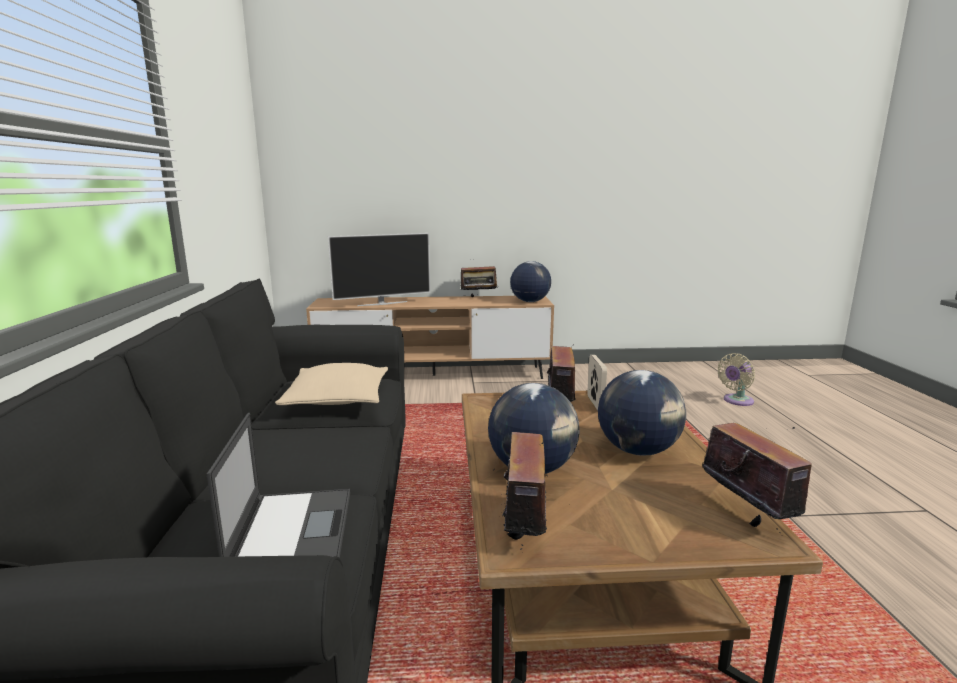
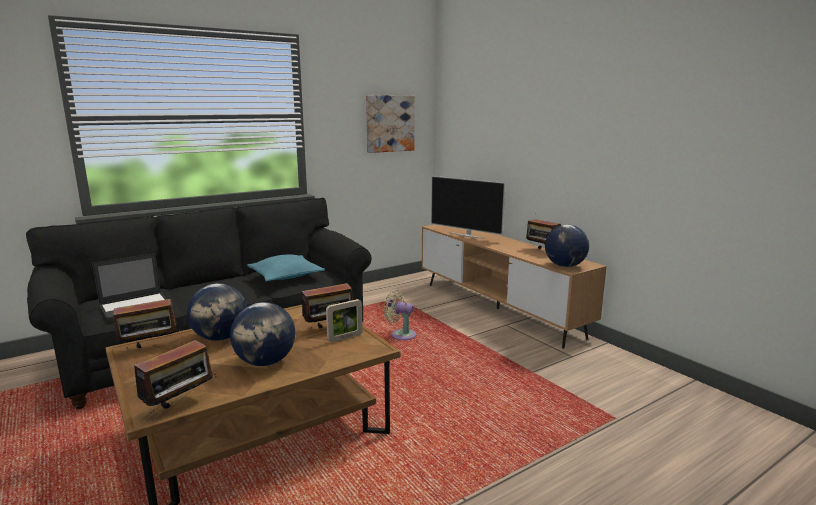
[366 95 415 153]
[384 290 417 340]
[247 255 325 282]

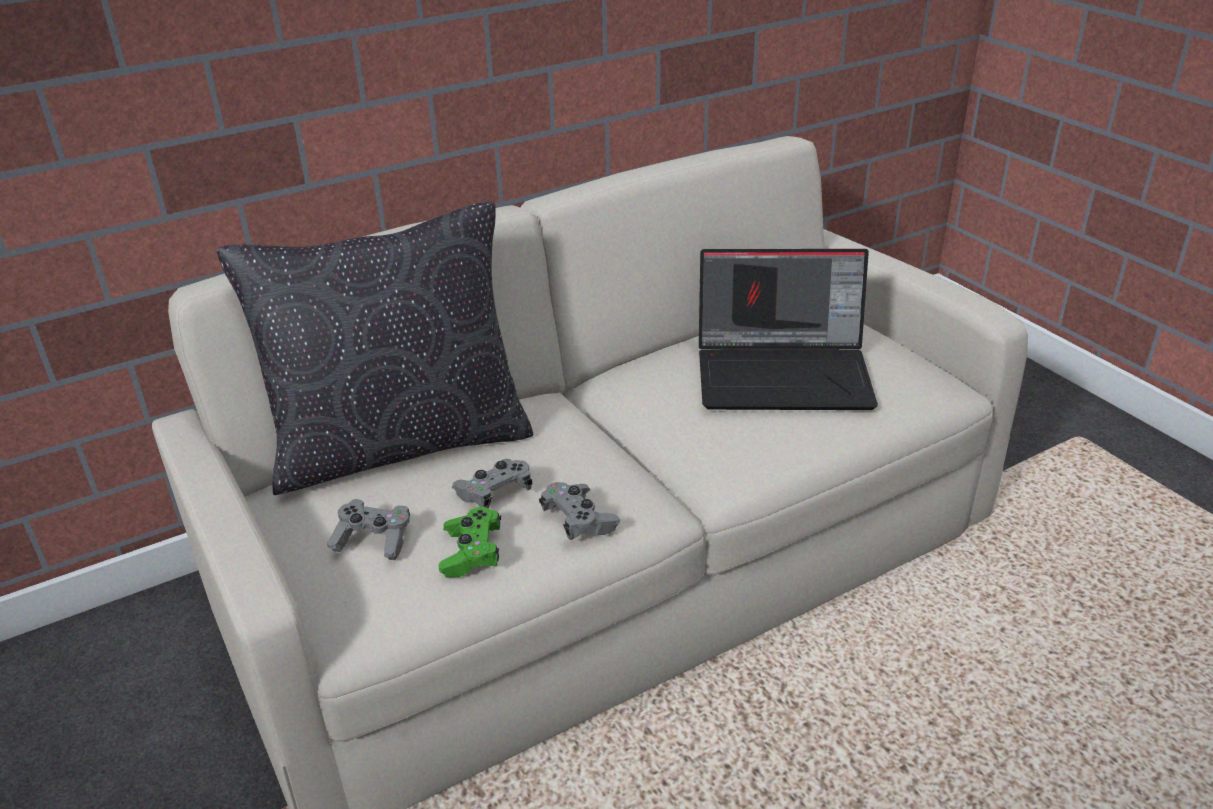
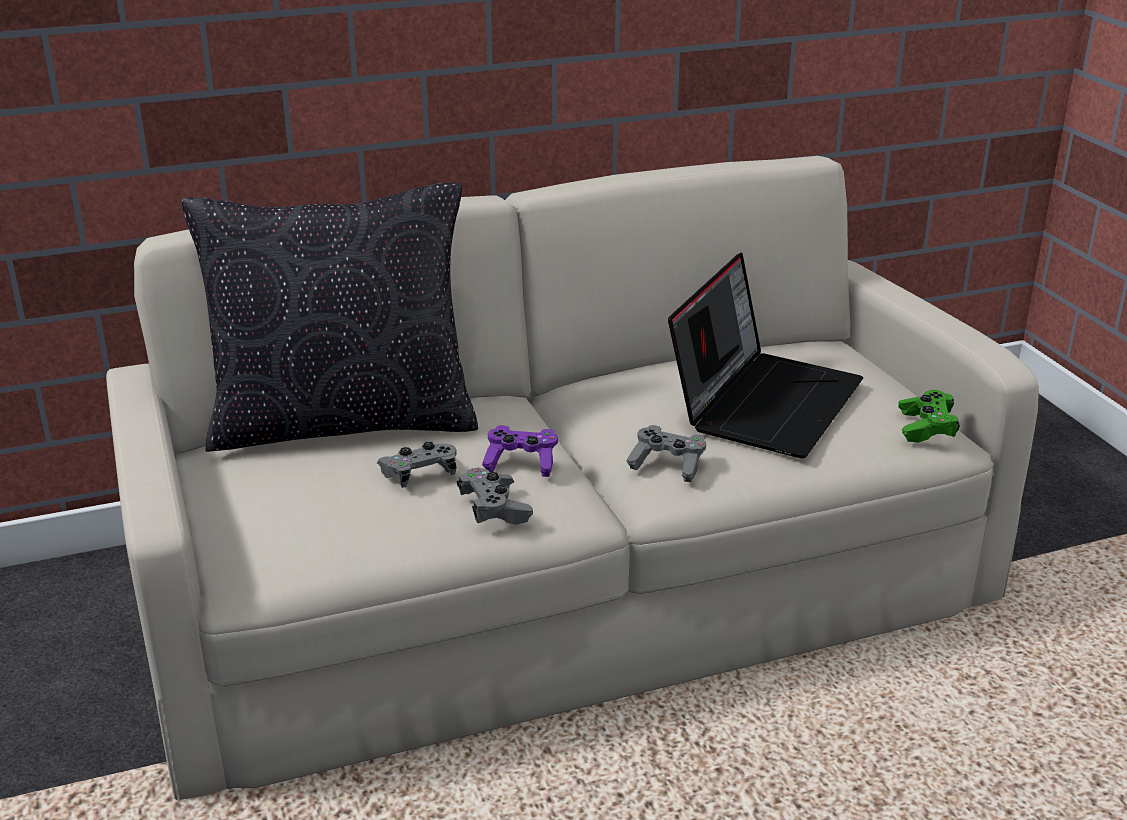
[482 425 558 477]
[626 425 706 483]
[898 390 960 443]
[668 252 863 458]

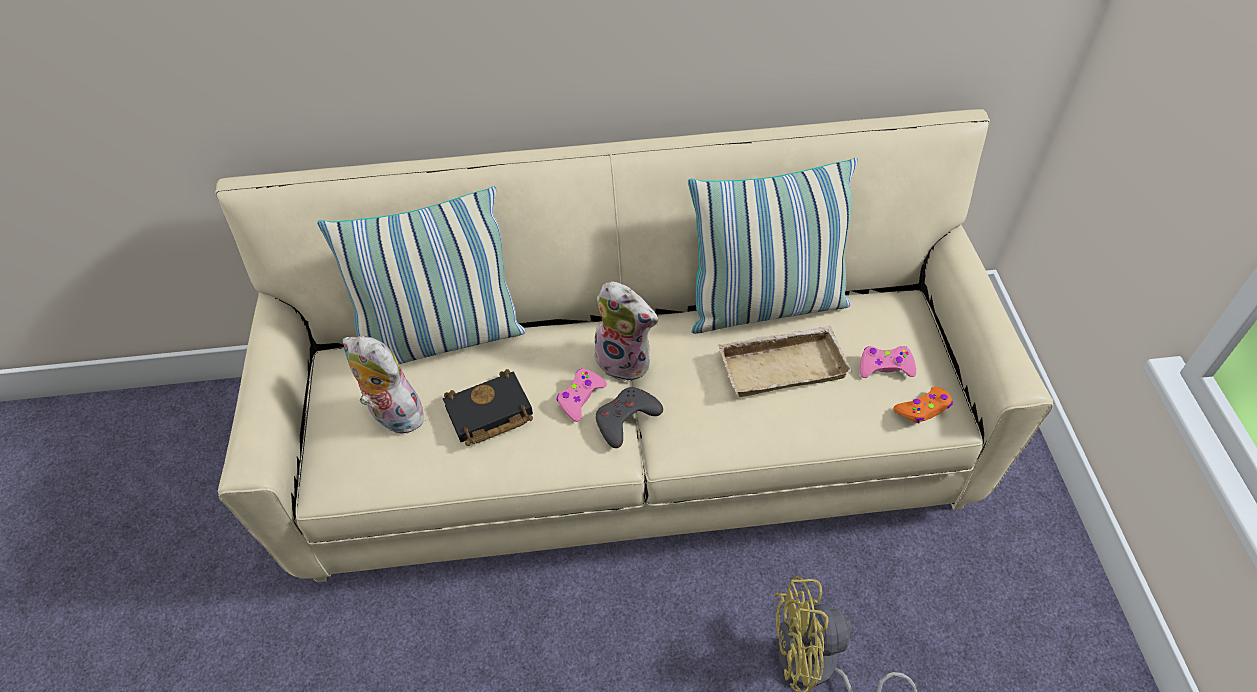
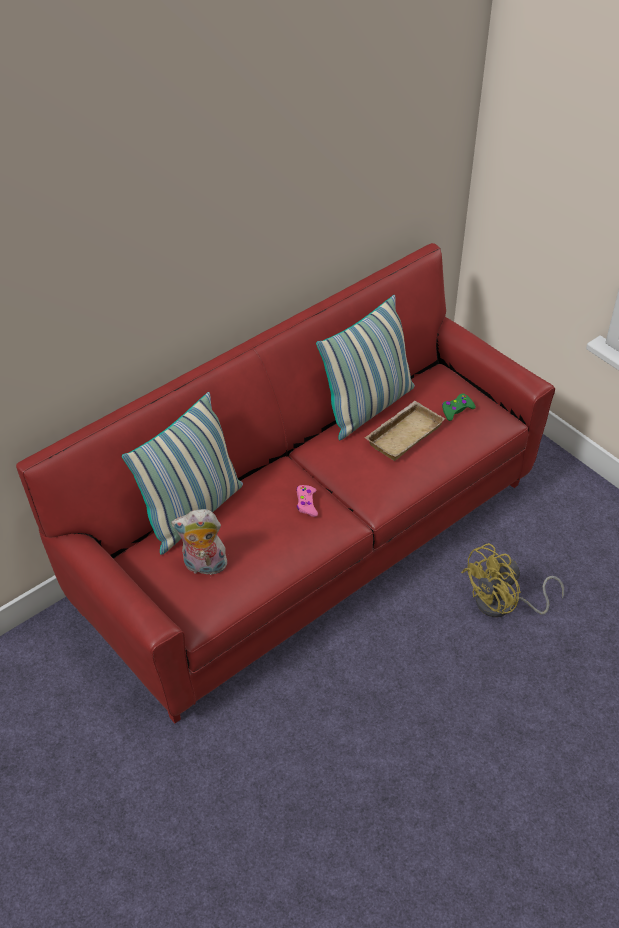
[443 369 533 446] (first image)
[592 281 658 382] (first image)
[596 387 663 448] (first image)
[893 387 953 423] (first image)
[16 243 555 723]
[442 393 476 421]

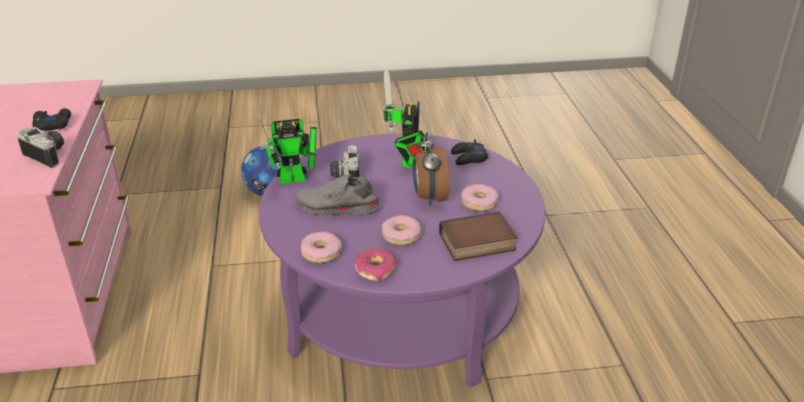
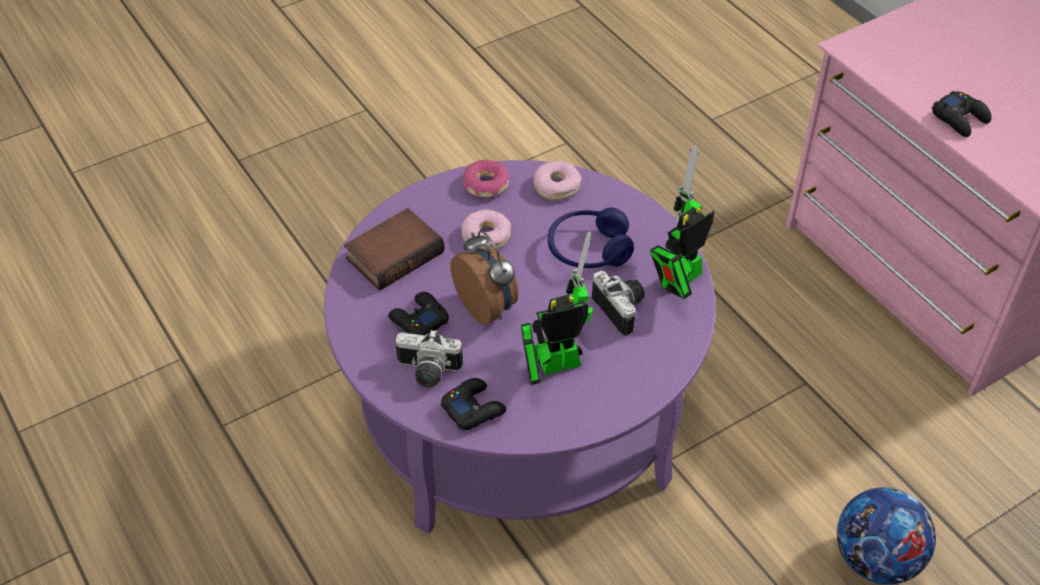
[396 329 463 388]
[548 207 634 268]
[388 292 449 335]
[521 231 593 385]

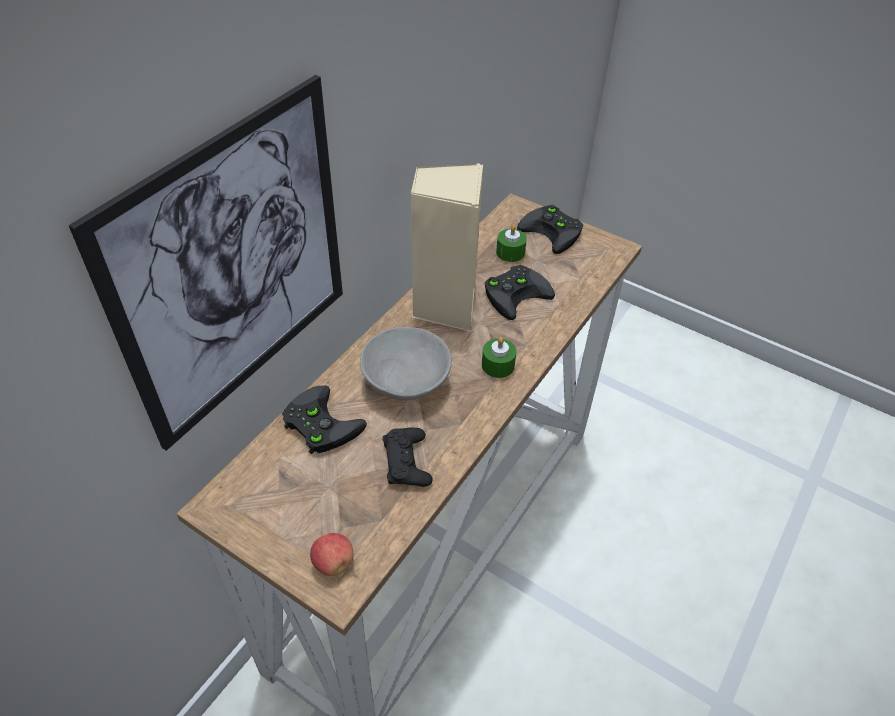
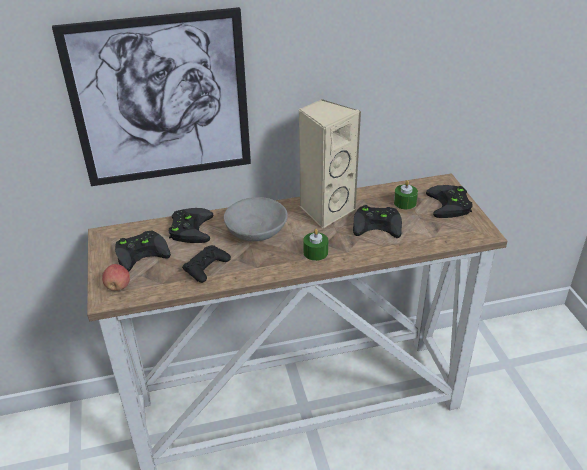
[115 230 171 272]

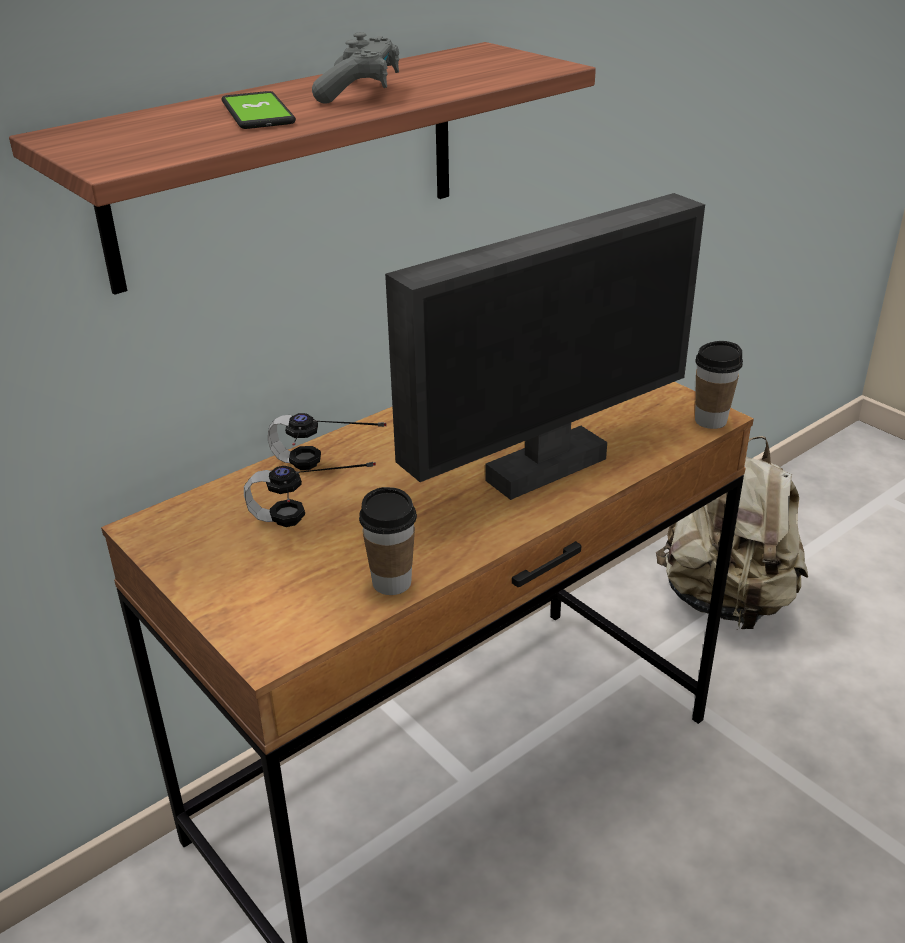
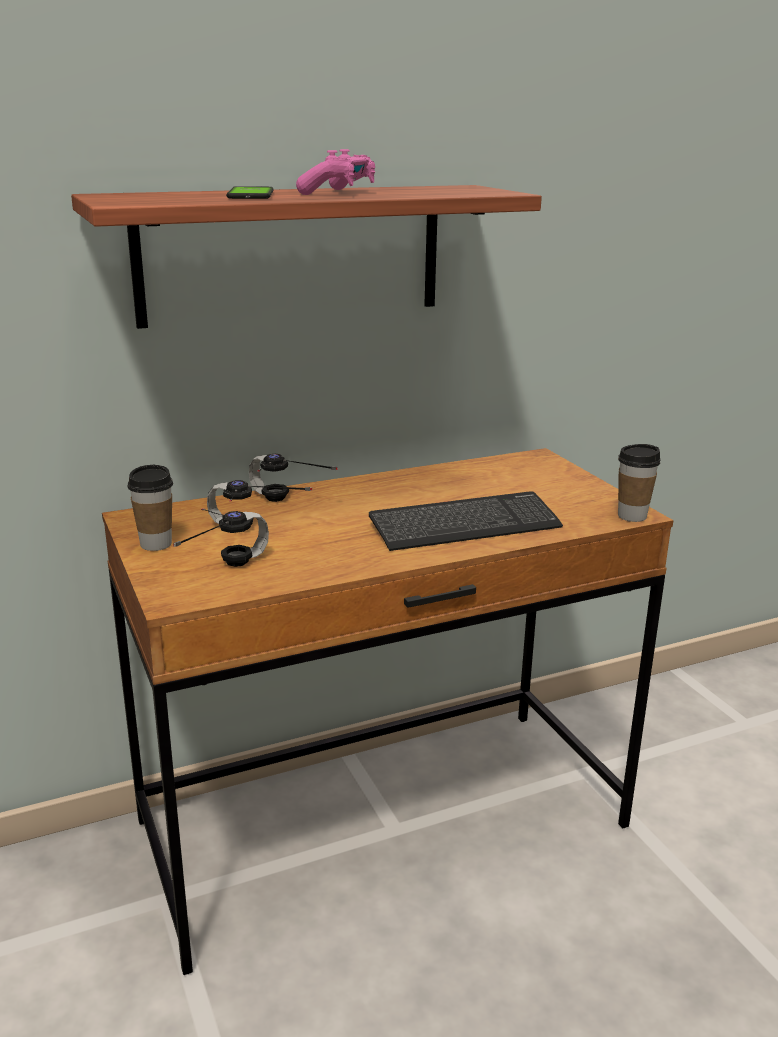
[656 436 808 630] (first image)
[173 508 269 567]
[127 465 173 551]
[369 491 563 551]
[296 149 375 195]

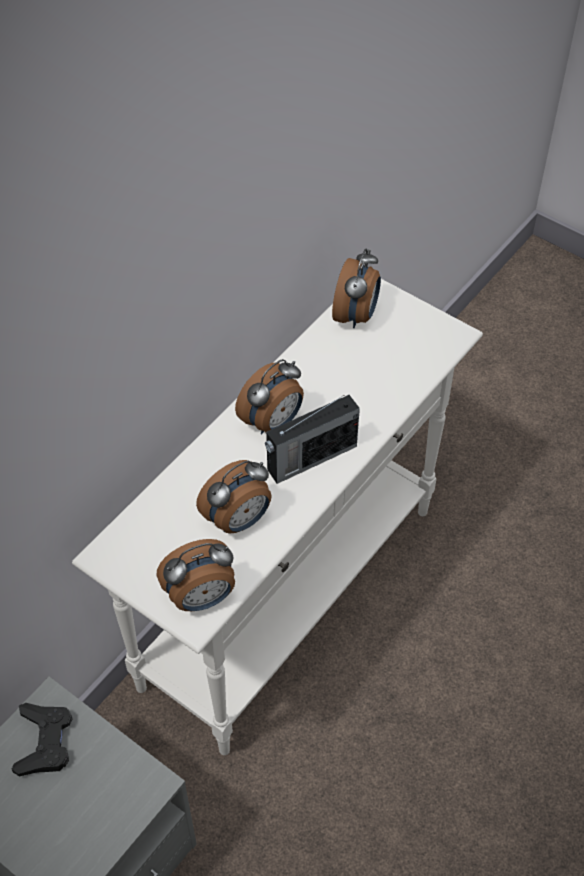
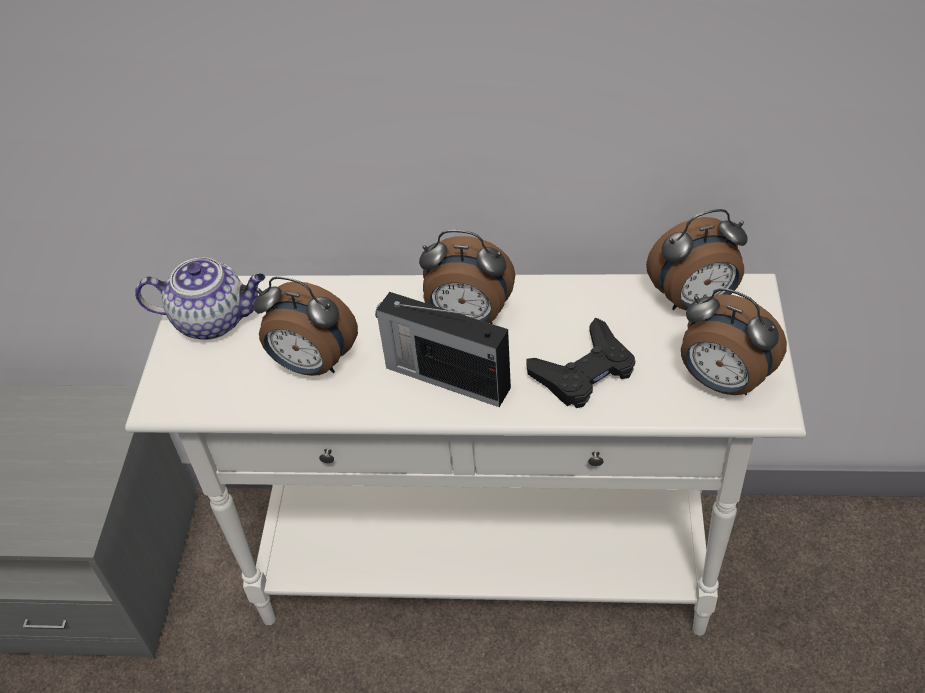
[135 257 265 340]
[526 317 636 408]
[681 288 787 395]

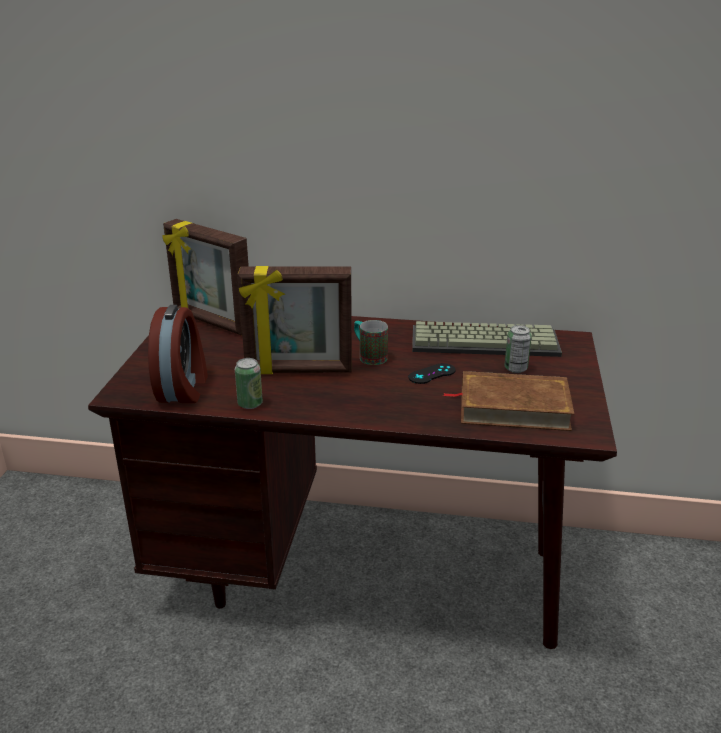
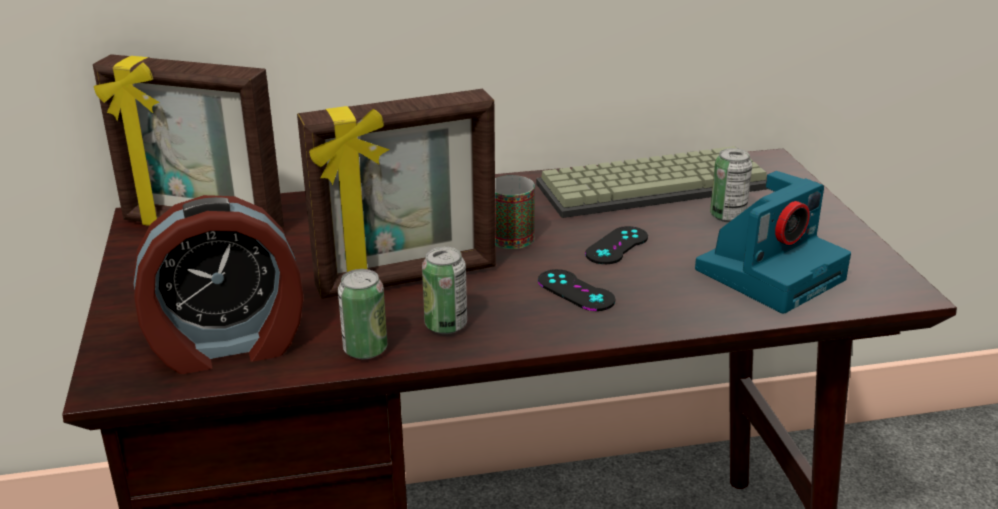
[422 247 467 334]
[538 269 615 311]
[695 171 851 314]
[133 195 304 374]

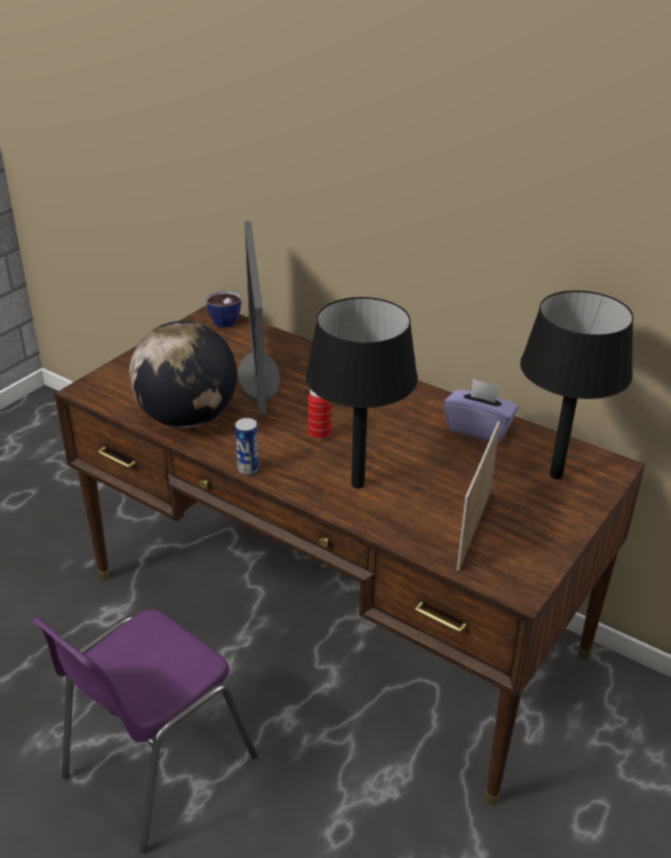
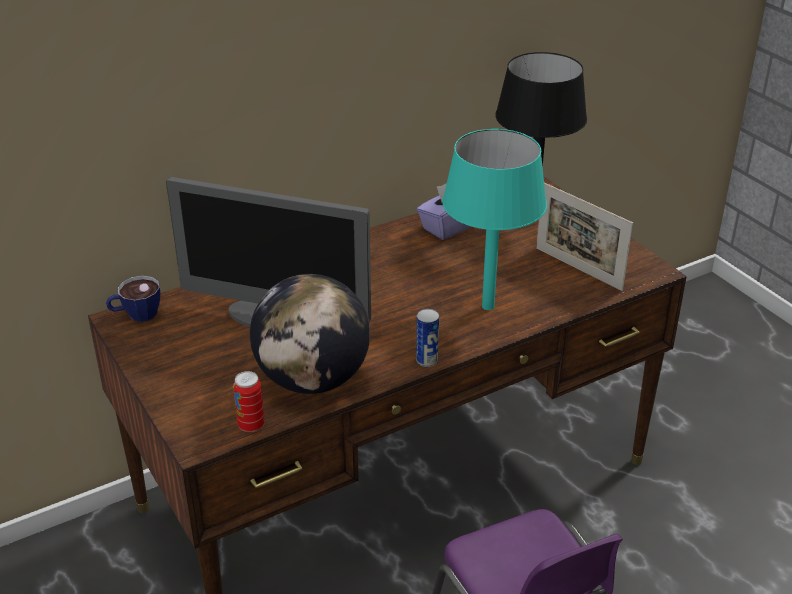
[233 371 264 432]
[442 129 547 310]

